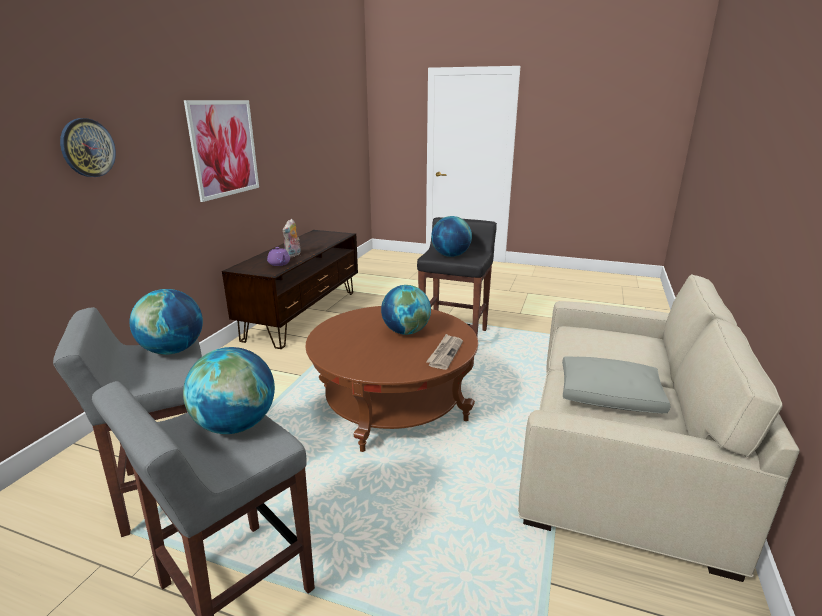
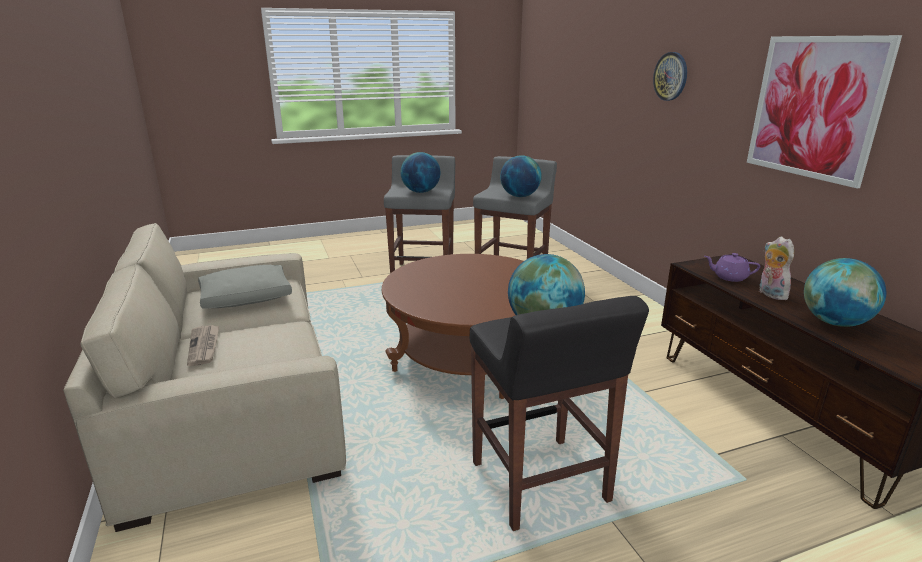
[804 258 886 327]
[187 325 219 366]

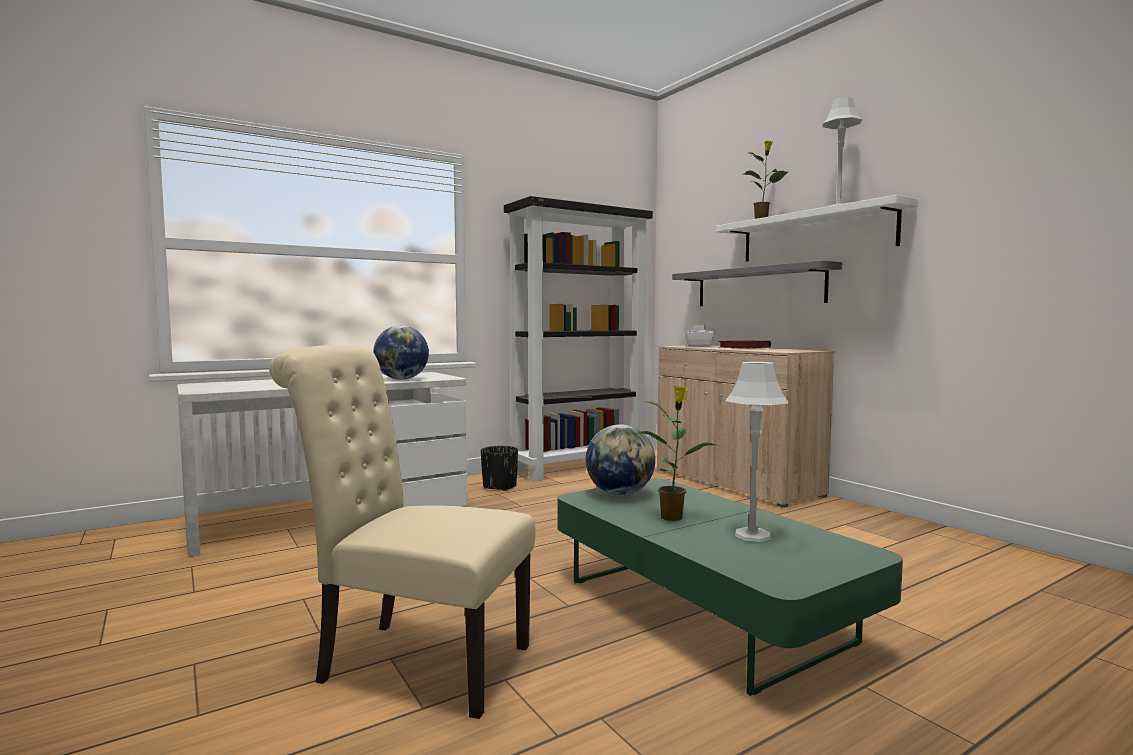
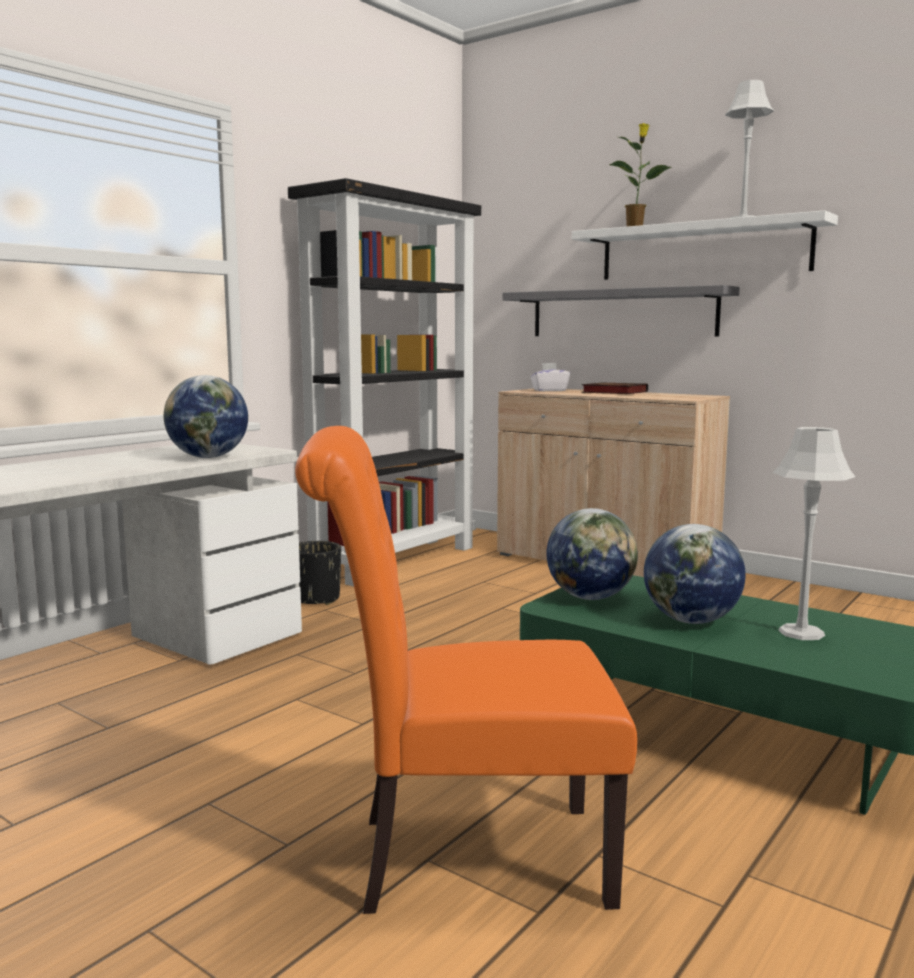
[644 524 746 624]
[295 426 637 914]

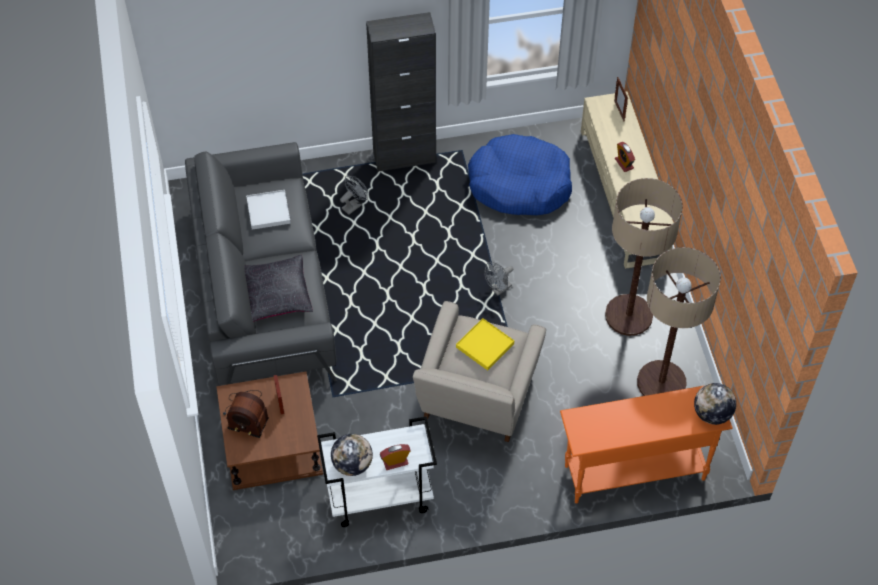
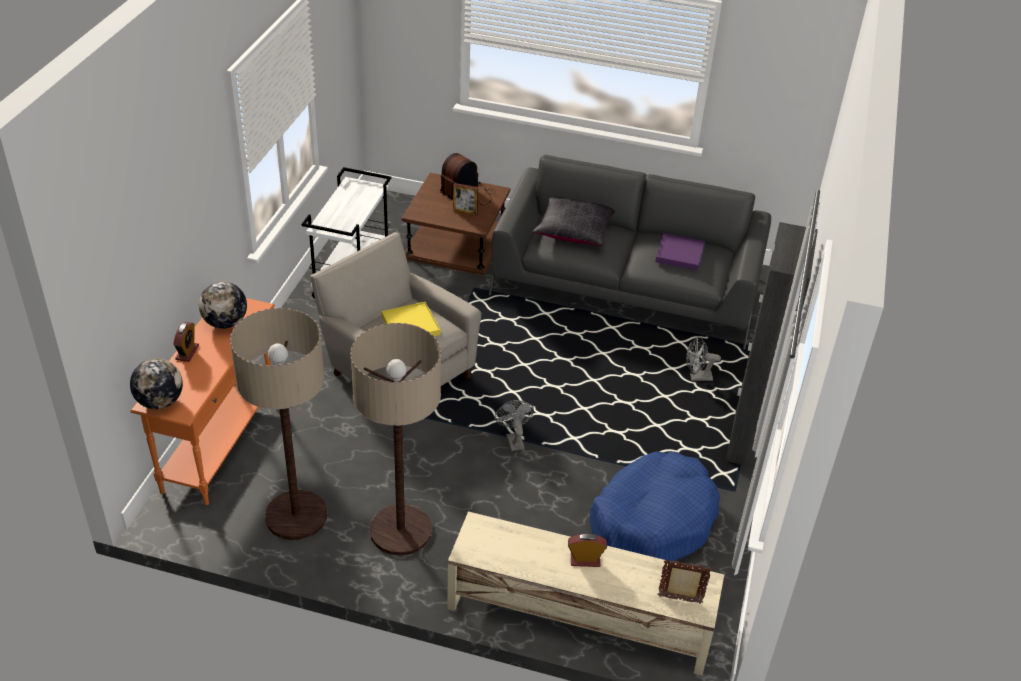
[199 282 247 329]
[173 322 199 362]
[655 233 705 270]
[686 337 721 381]

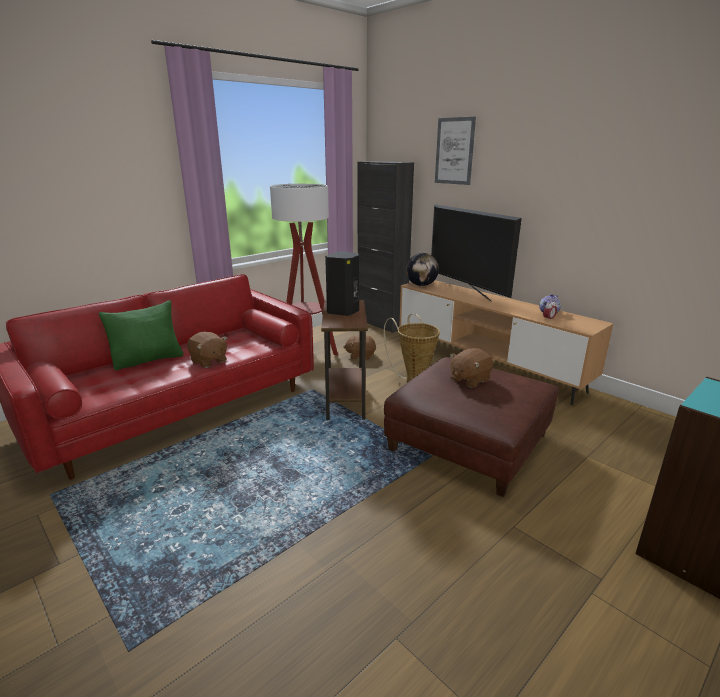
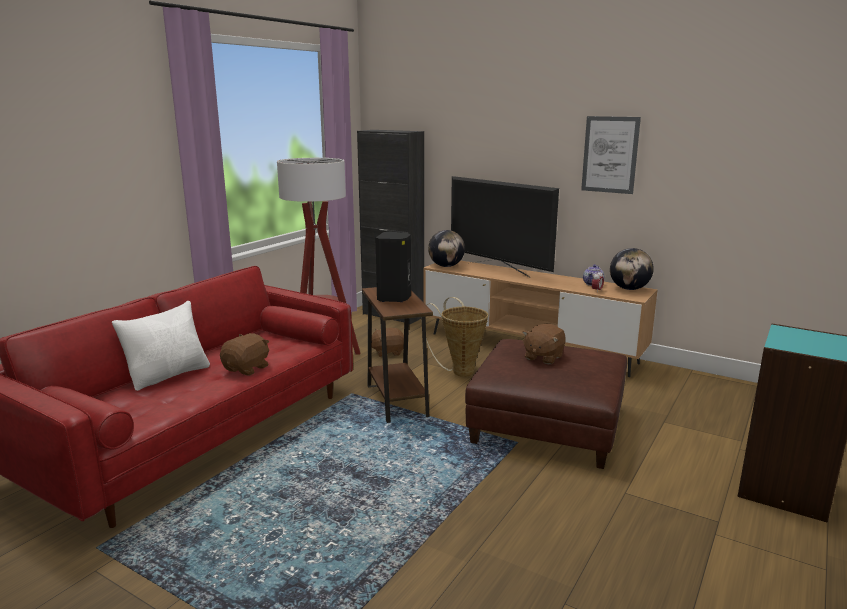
[610 248 654 290]
[581 116 641 194]
[112 301 210 391]
[220 333 269 376]

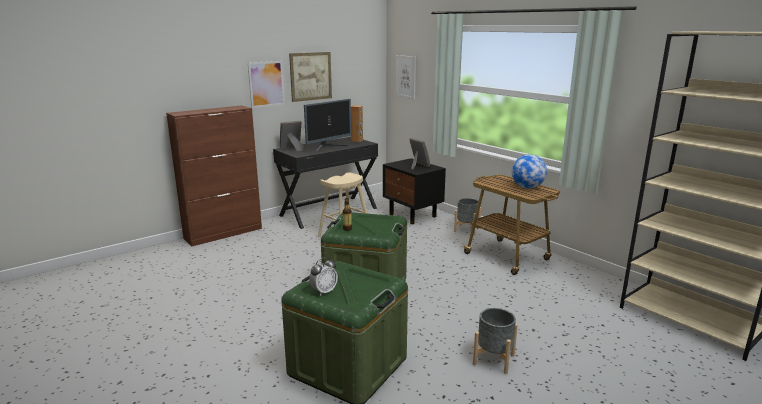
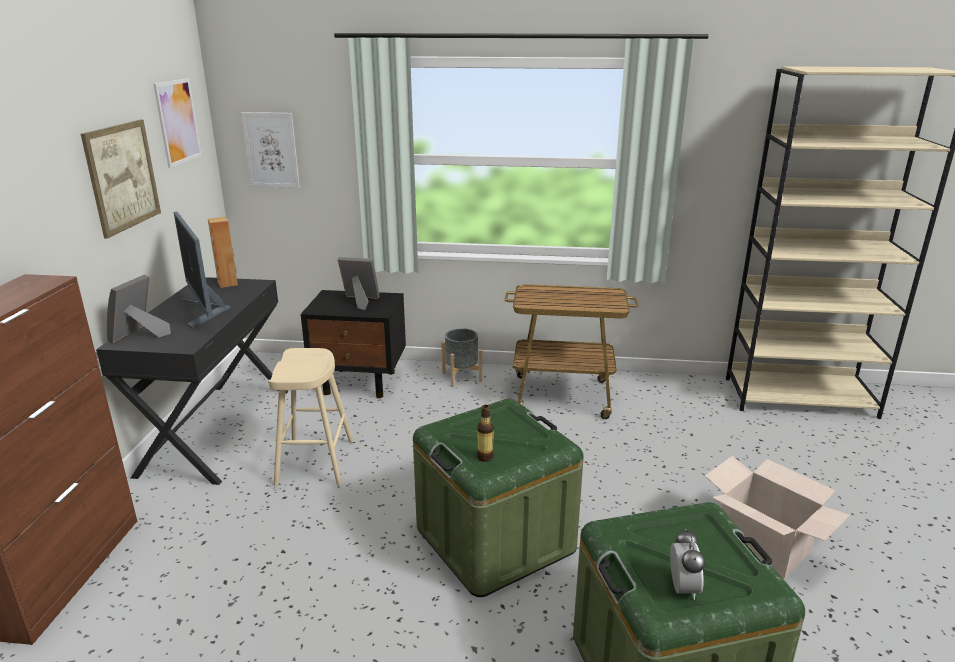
[512 154 547 189] (first image)
[153 78 202 167]
[705 456 850 579]
[174 212 231 329]

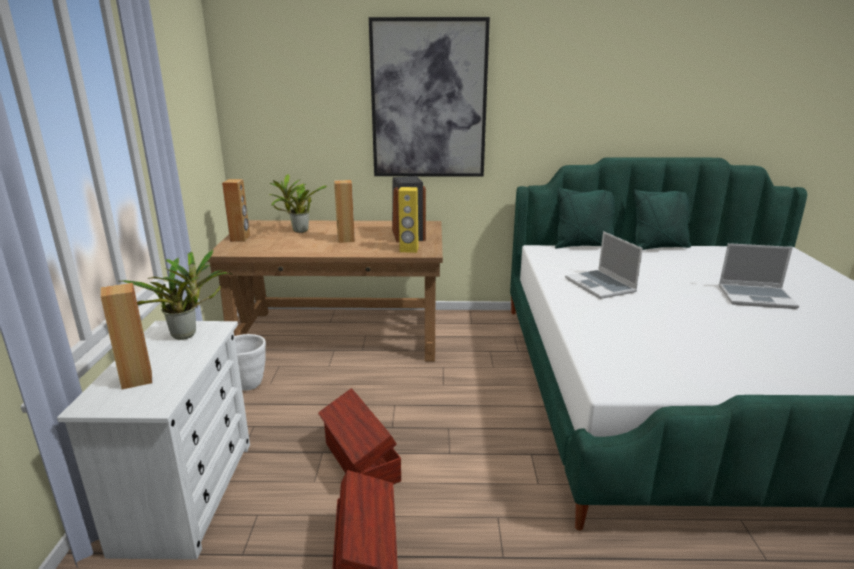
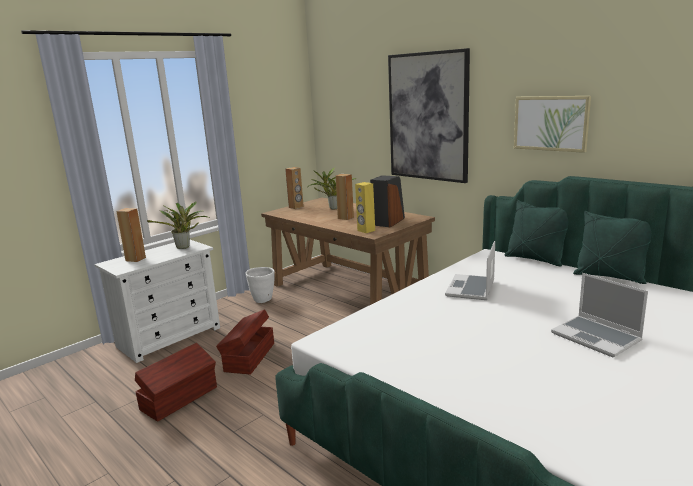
[514 96 591 153]

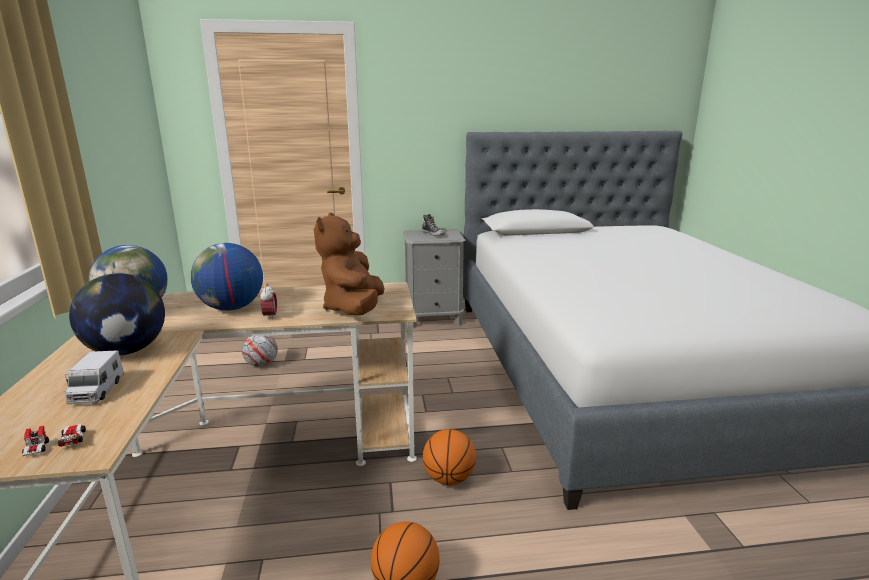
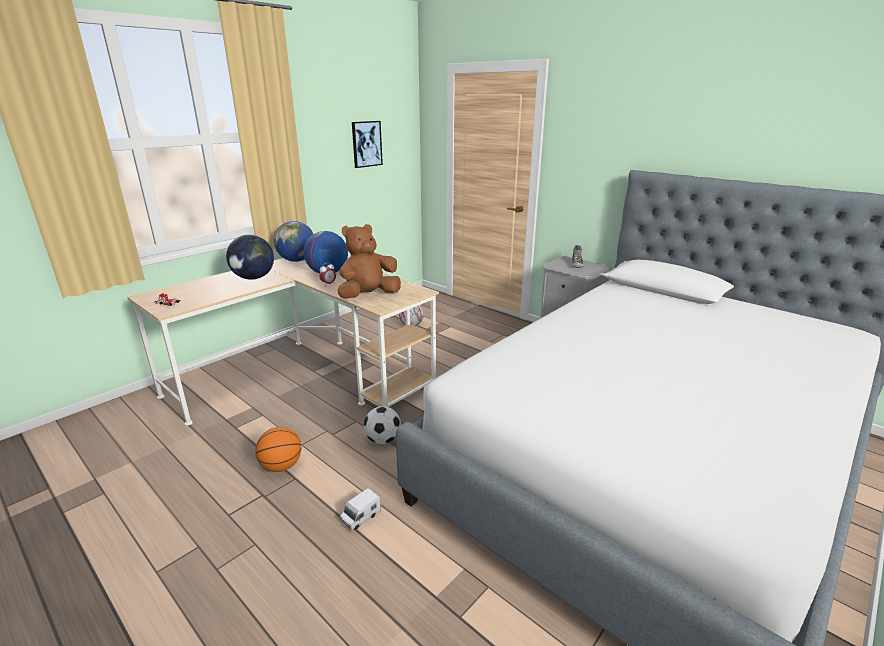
[352 121 383 168]
[340 488 381 531]
[364 406 401 444]

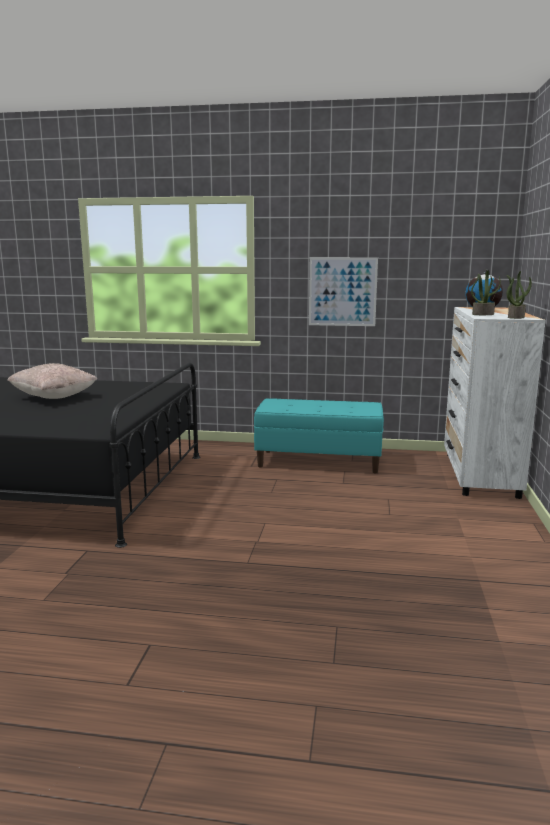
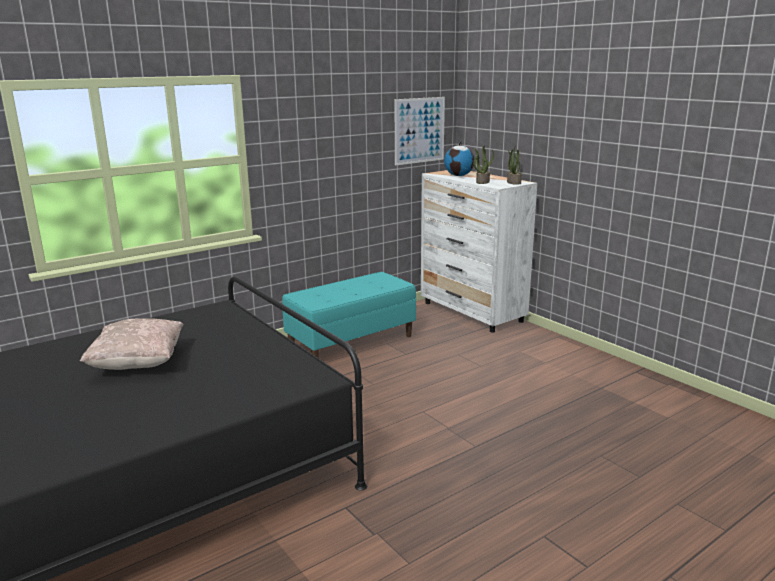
[395 97 445 165]

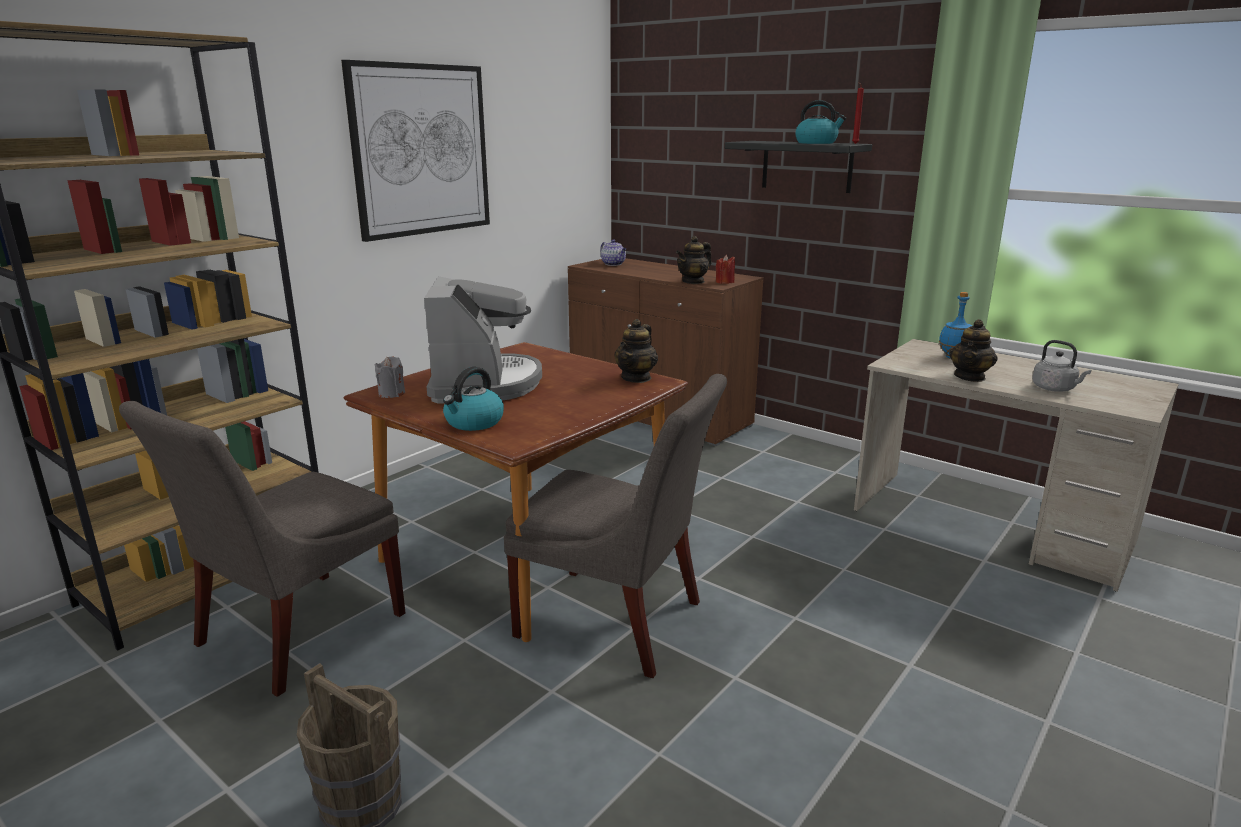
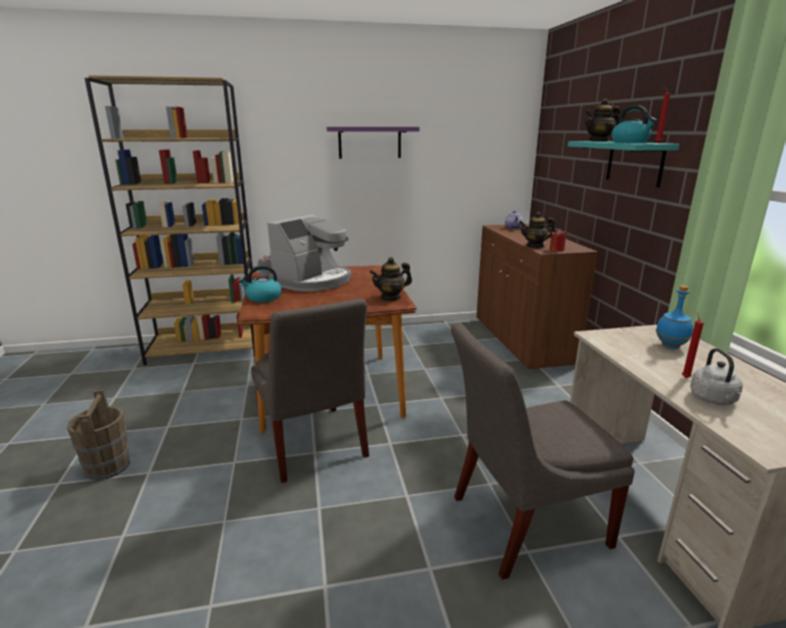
[682 313 704 378]
[451 323 635 580]
[585 99 620 142]
[327 127 420 159]
[568 141 680 187]

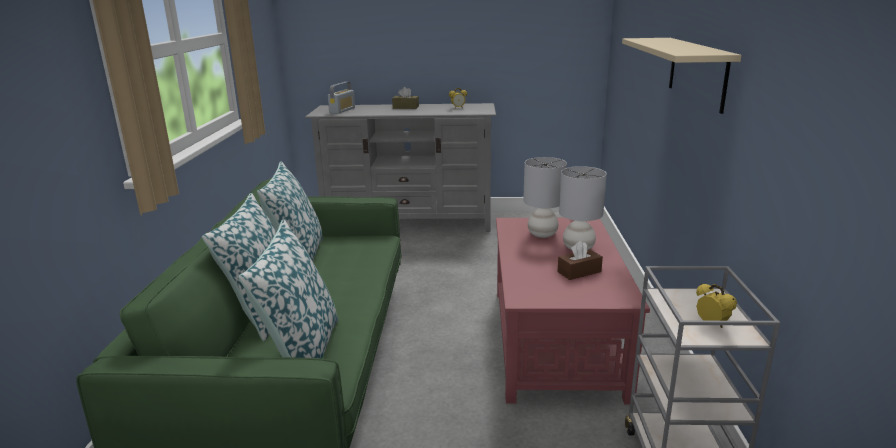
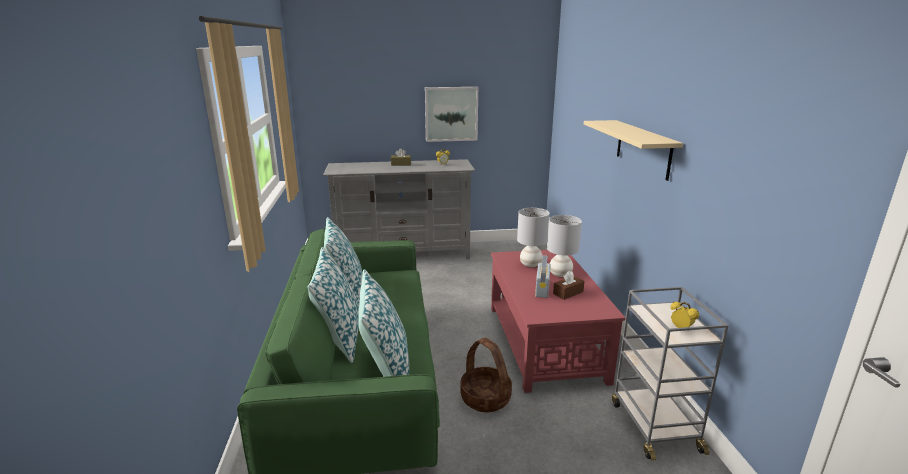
[425 87 478 142]
[460 338 512 412]
[535 255 551 298]

